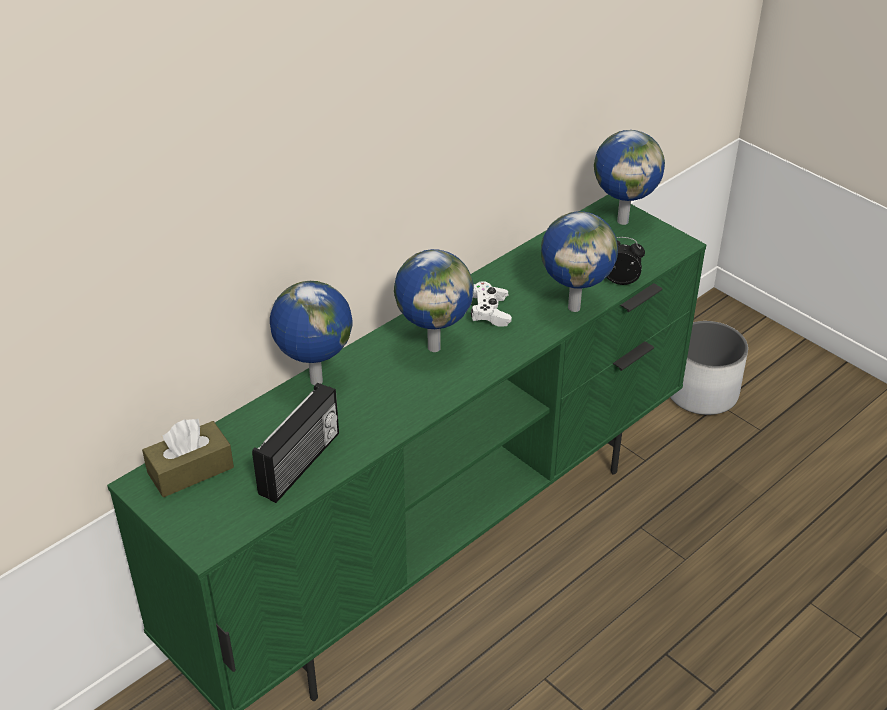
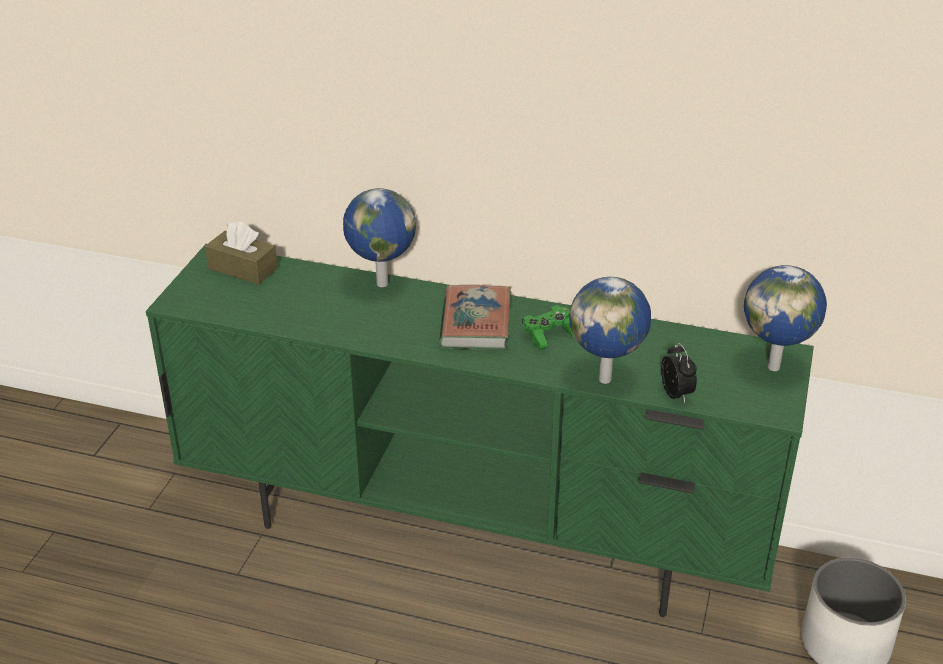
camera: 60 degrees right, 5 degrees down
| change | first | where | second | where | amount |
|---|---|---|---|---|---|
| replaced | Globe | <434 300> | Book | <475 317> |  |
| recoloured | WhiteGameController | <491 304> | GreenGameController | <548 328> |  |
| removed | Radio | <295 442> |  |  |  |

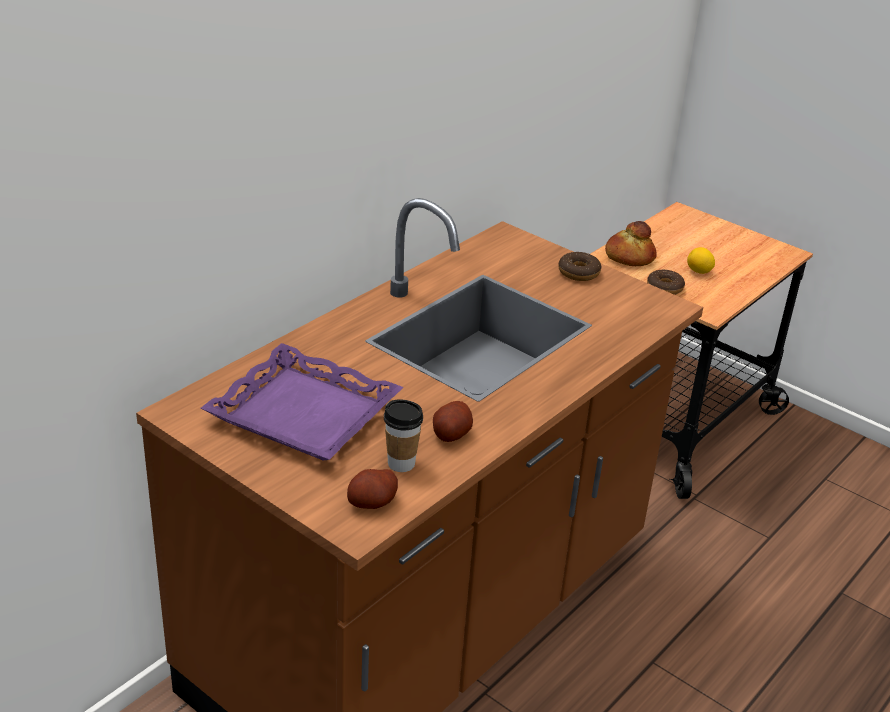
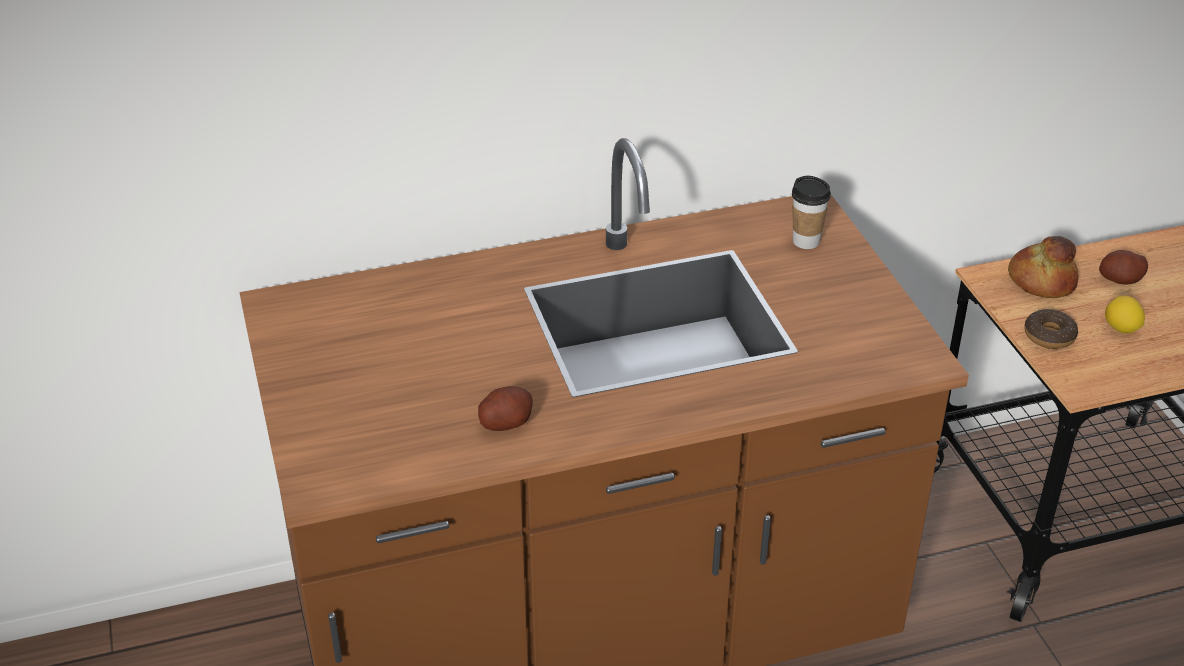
camera: 35 degrees right, 5 degrees up
| change | first | where | second | where | amount |
|---|---|---|---|---|---|
| moved | Cup | <403 435> |  | <811 212> |  |
| moved | Potato | <372 489> |  | <1123 267> |  |
| removed | PurpleTray | <302 402> |  |  |  |
| removed | Donut | <579 266> |  |  |  |

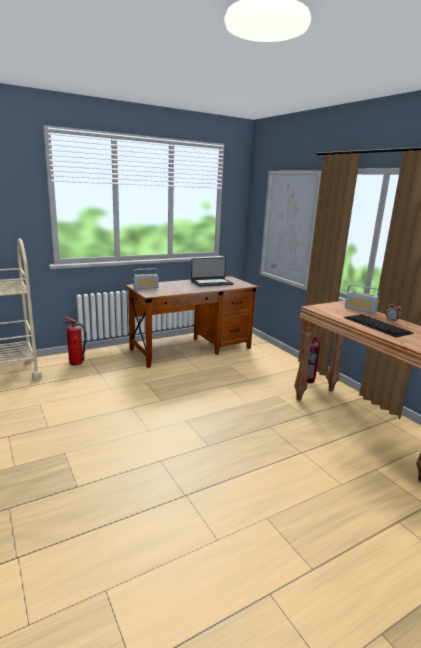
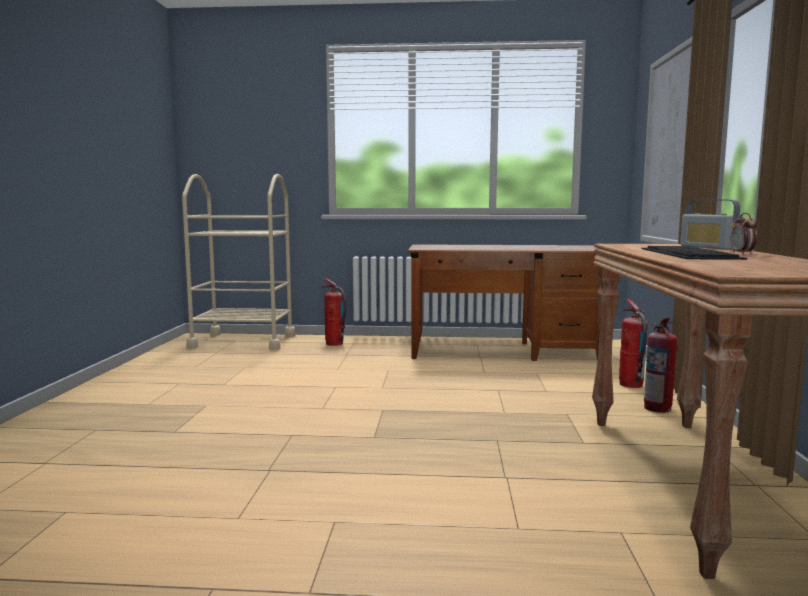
camera: 35 degrees right, 10 degrees down
| change | first | where | second | where | amount |
|---|---|---|---|---|---|
| added |  |  | FireExtinguisher | <633 343> |  |
| removed | Radio | <146 278> |  |  |  |
| removed | Laptop | <212 272> |  |  |  |

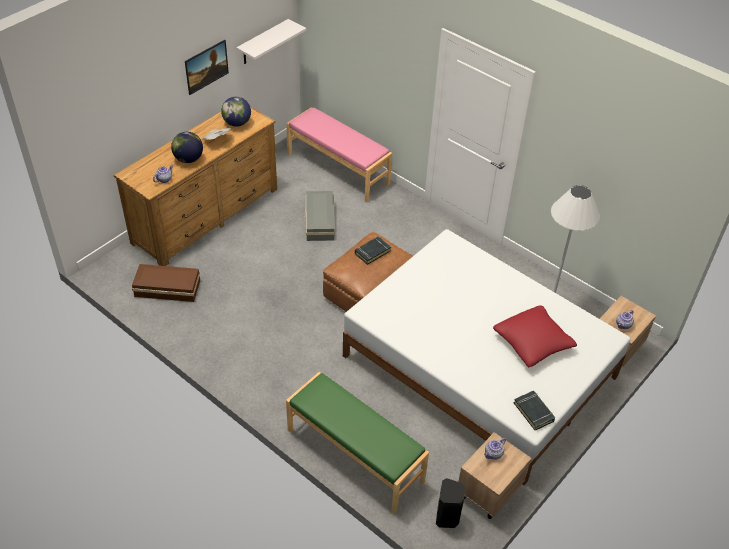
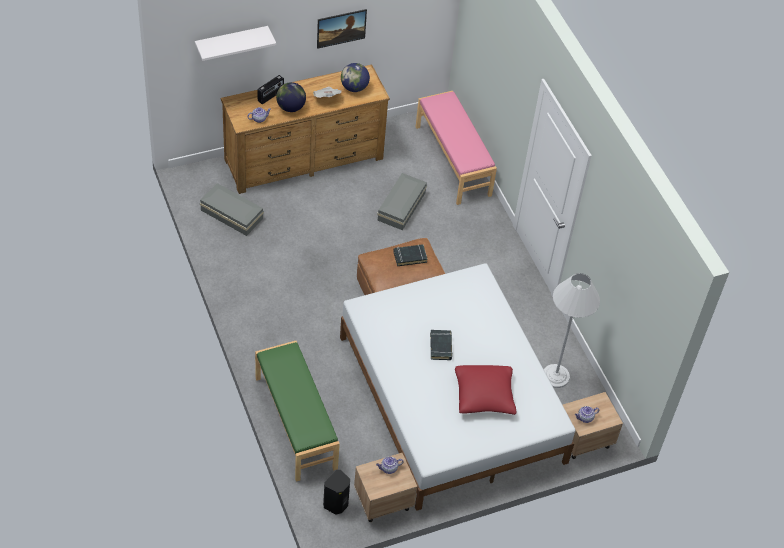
camera: 25 degrees right, 5 degrees up
| change | first | where | second | where | amount |
|---|---|---|---|---|---|
| moved | WhiteShelf | <271 41> |  | <235 43> |  |
| recoloured | BrownStorageBox | <166 283> | GreyStorageBox | <232 209> |  |
| added |  |  | Radio | <271 89> |  |
| moved | BlackBook | <534 410> |  | <441 345> |  |

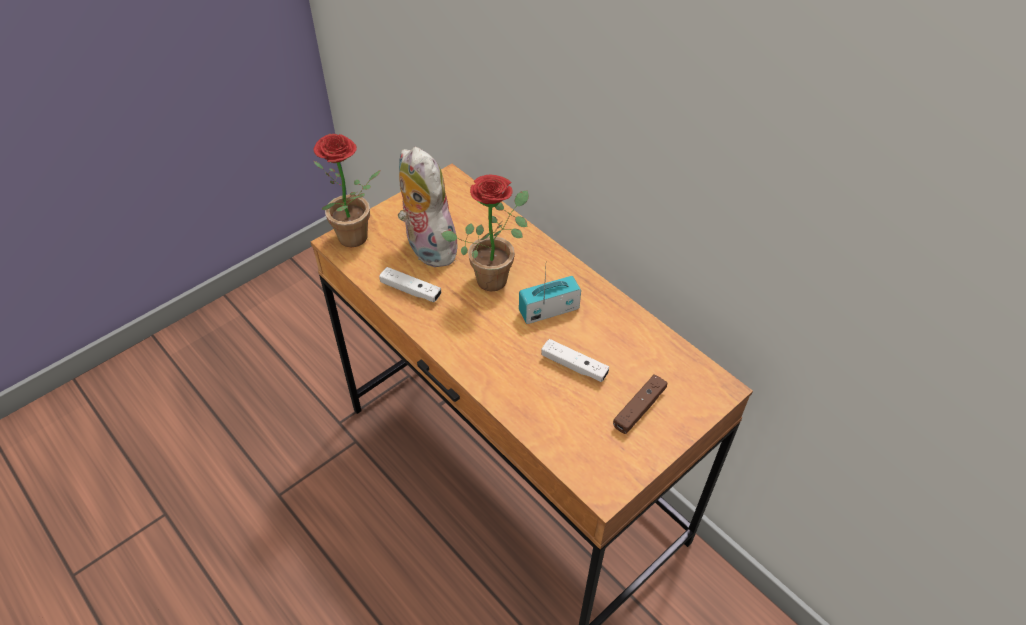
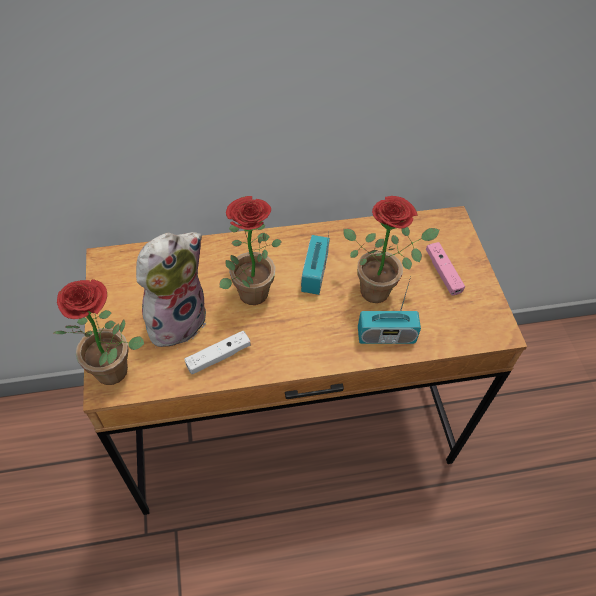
camera: 60 degrees left, 5 degrees up
| change | first | where | second | where | amount |
|---|---|---|---|---|---|
| turned | PlushToy | <427 207> |  | <171 289> | 135 degrees clockwise |
| replaced | WhiteGameController | <575 360> | PottedPlant | <391 249> |  |
| added |  |  | Radio | <389 310> |  |
| recoloured | BrownGameController | <640 404> | PinkGameController | <445 269> |  |

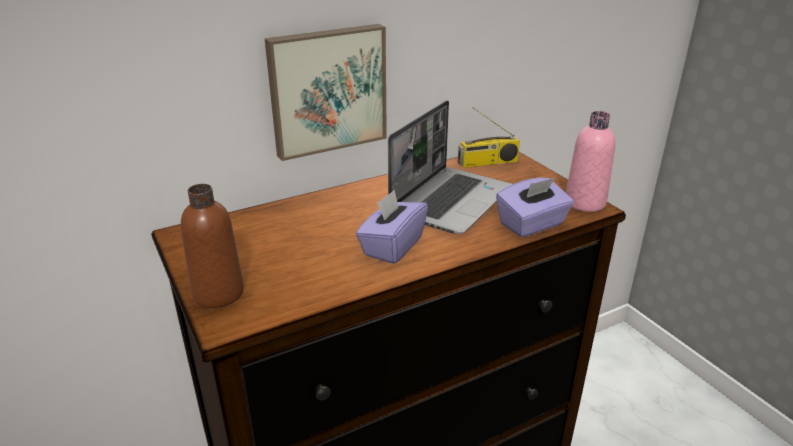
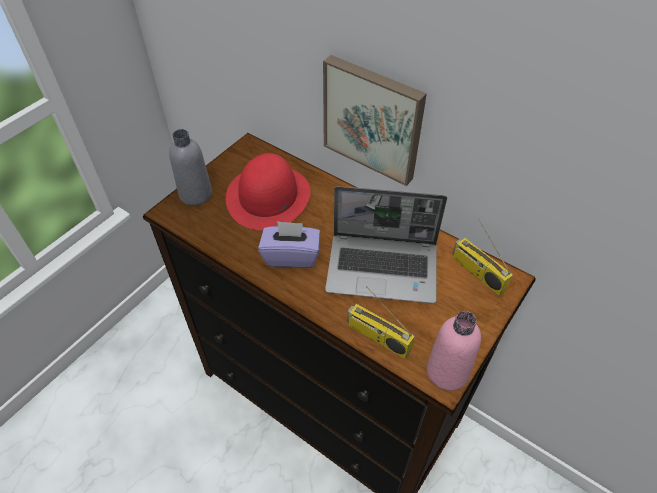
camera: 65 degrees right, 20 degrees up
| change | first | where | second | where | amount |
|---|---|---|---|---|---|
| recoloured | BrownBottle | <212 246> | GreyBottle | <190 167> |  |
| added |  |  | RedHat | <268 191> |  |
| replaced | PurpleTissueBox | <535 207> | Radio | <381 322> |  |

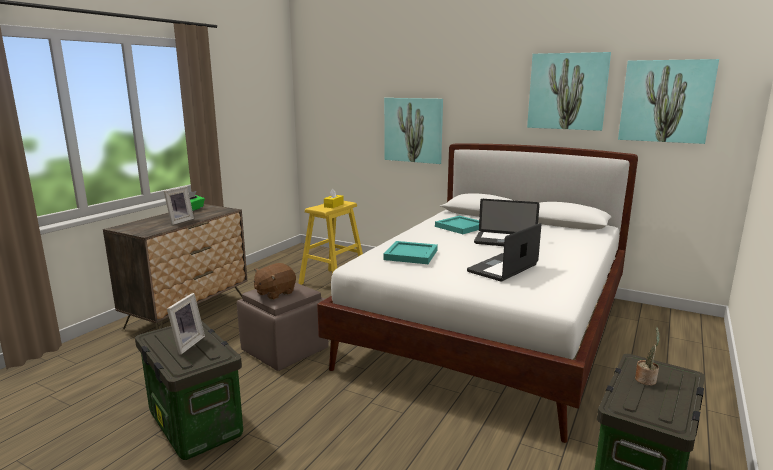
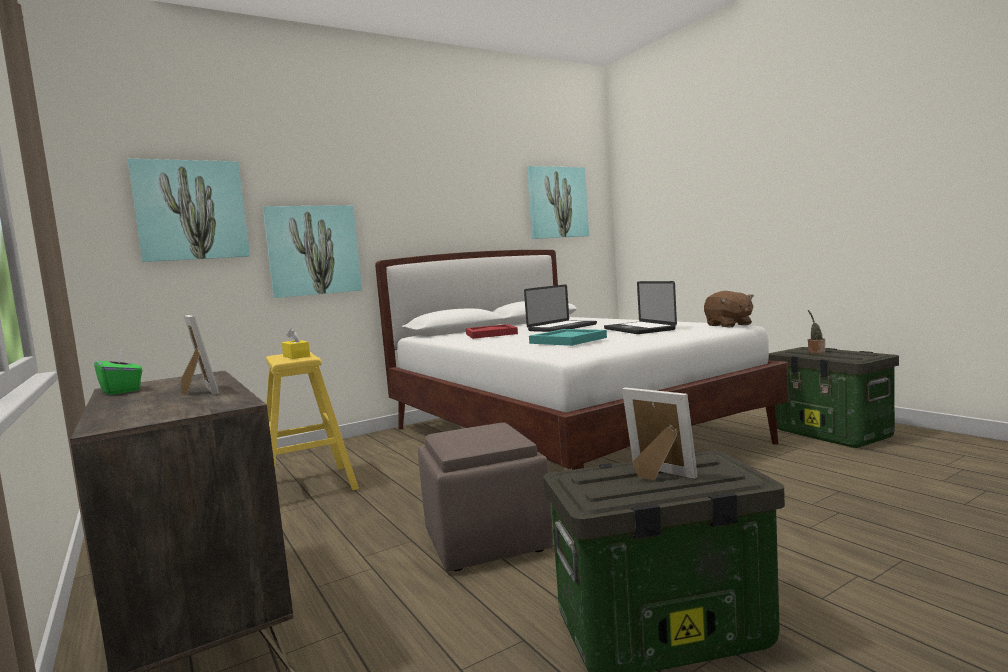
camera: 60 degrees left, 10 degrees down
| change | first | where | second | where | amount |
|---|---|---|---|---|---|
| moved | Picture | <569 91> |  | <188 210> |  |
| recoloured | TurquoiseTray | <457 225> | RedTray | <492 331> |  |
| moved | BrownPlushToy | <275 281> |  | <729 309> |  |

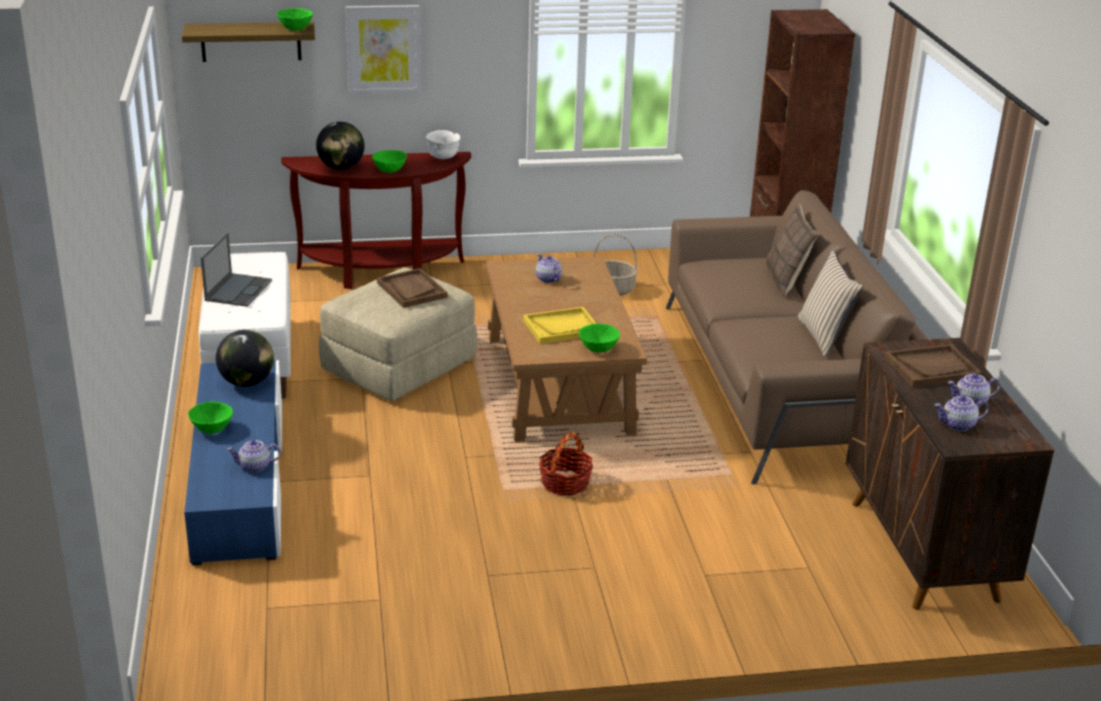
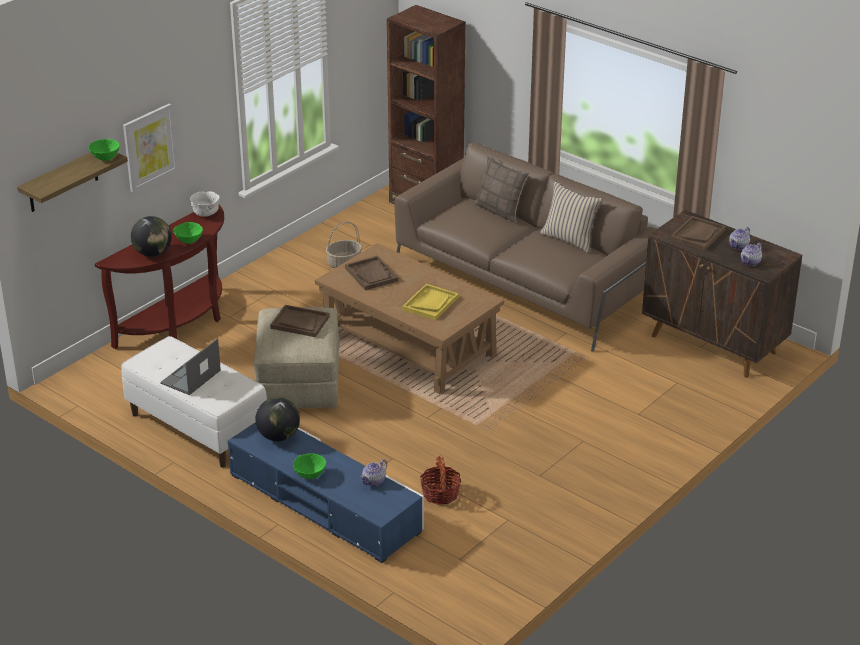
camera: 40 degrees left, 5 degrees up
| change | first | where | second | where | amount |
|---|---|---|---|---|---|
| turned | Laptop | <236 270> |  | <190 367> | 120 degrees counterclockwise |
| replaced | Teapot | <549 268> | BrownTray | <371 273> |  |
| moved | Basket | <566 463> |  | <440 480> |  |
| removed | GreenBowl | <599 338> |  |  |  |

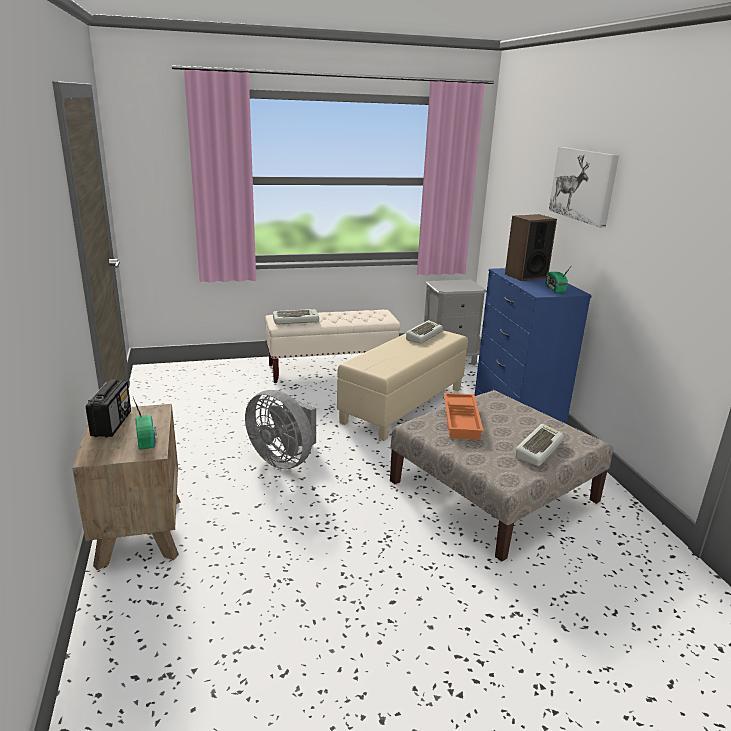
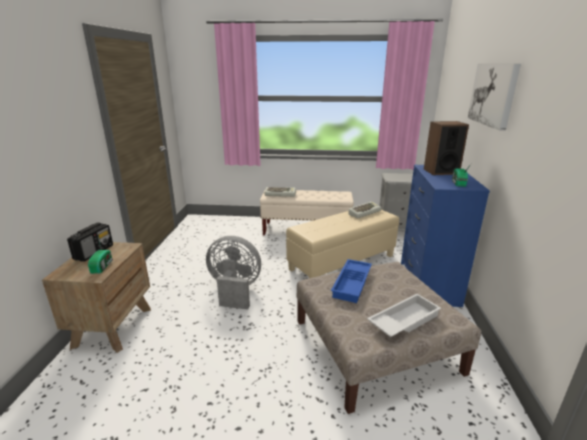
camera: 20 degrees right, 0 degrees up
| change | first | where | second | where | amount |
|---|---|---|---|---|---|
| turned | GreyFan | <280 429> |  | <233 273> | 135 degrees clockwise |
| recoloured | OrangeTray | <463 416> | BlueTray | <351 281> |  |
| replaced | Keyboard | <539 445> | WhiteTray | <404 315> |  |

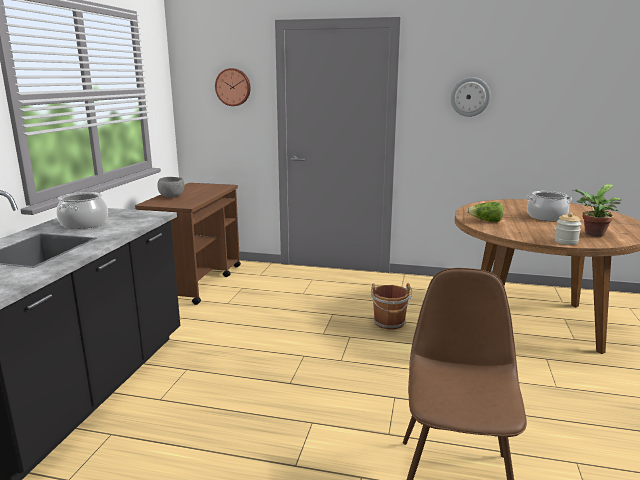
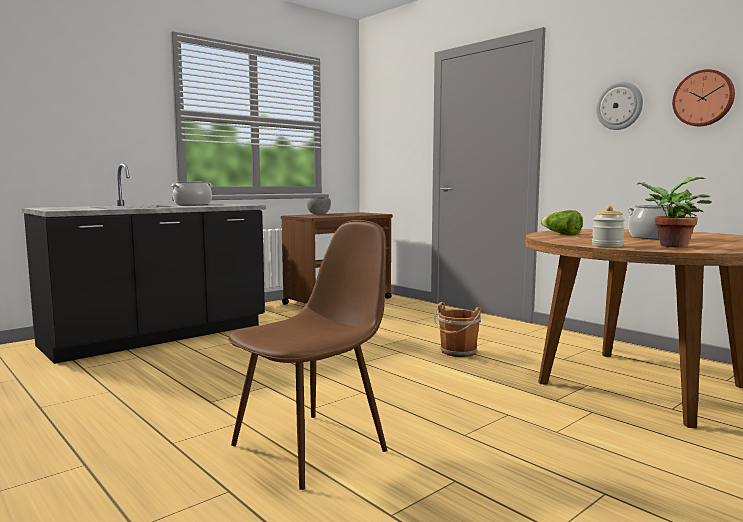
camera: 35 degrees right, 10 degrees down
| change | first | where | second | where | amount |
|---|---|---|---|---|---|
| moved | WallClock | <233 87> |  | <703 97> |  |

